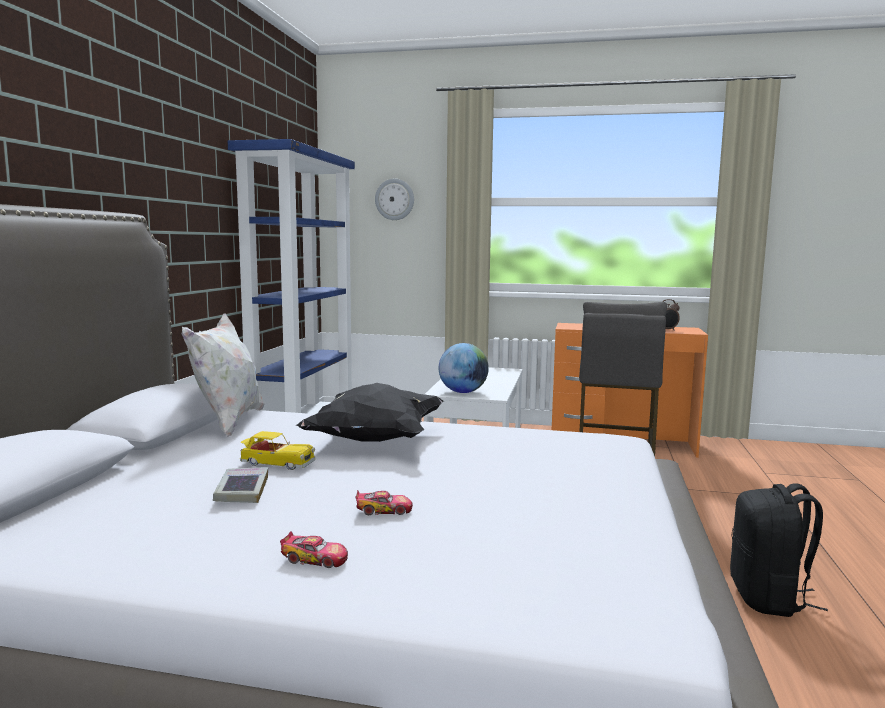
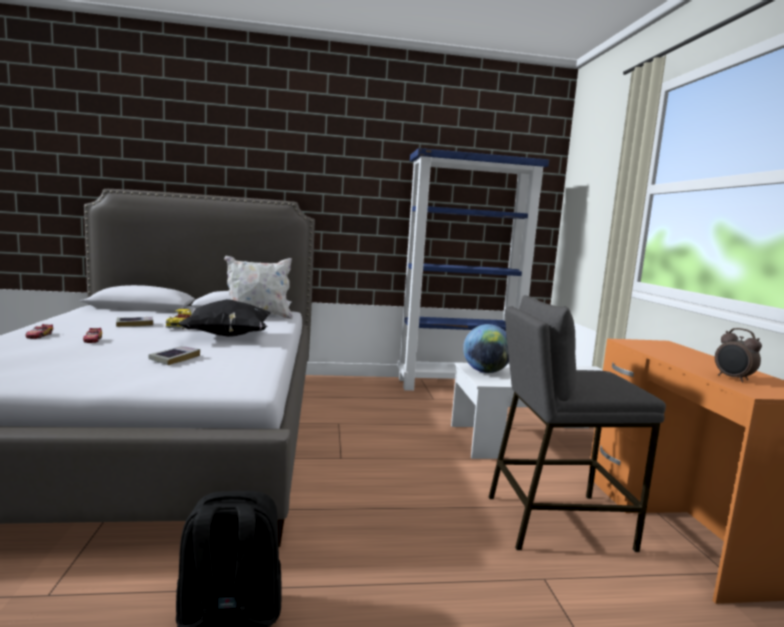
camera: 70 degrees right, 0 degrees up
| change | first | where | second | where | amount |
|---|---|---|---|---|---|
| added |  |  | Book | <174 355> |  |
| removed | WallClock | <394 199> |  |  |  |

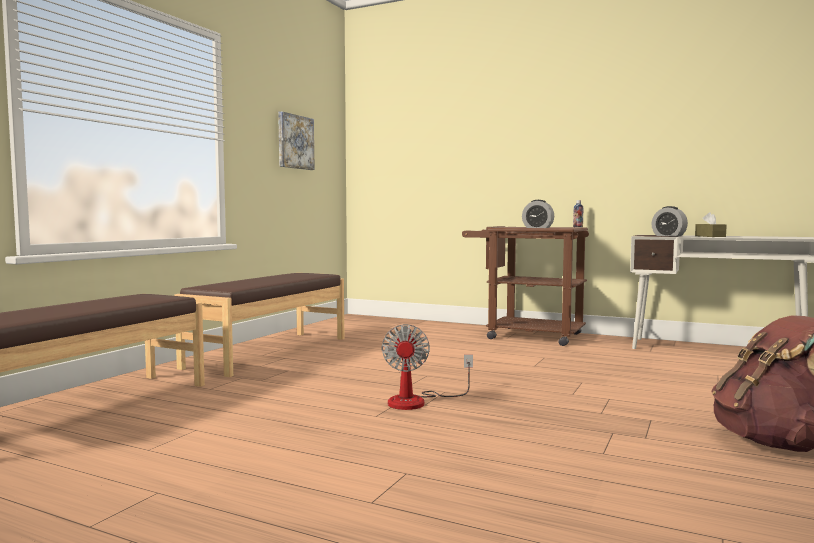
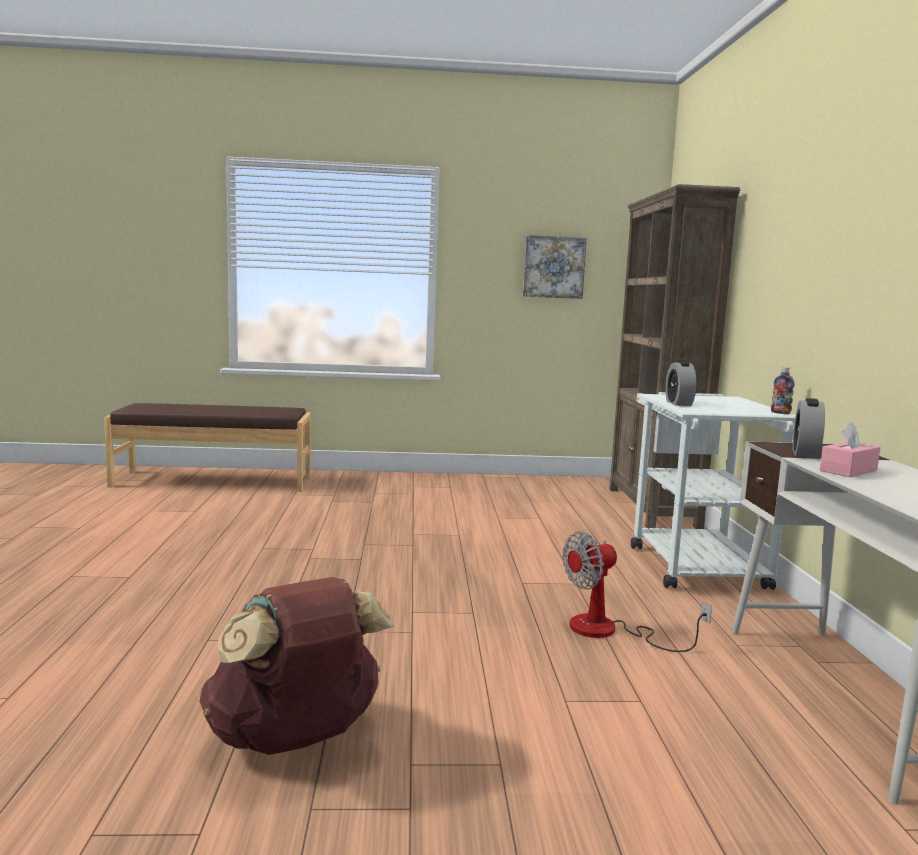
camera: 60 degrees right, 5 degrees up
| change | first | where | second | where | amount |
|---|---|---|---|---|---|
| moved | Fan | <427 367> |  | <637 591> |  |
| added |  |  | BrownBookcase | <674 356> |  |
| recoloured | BrownCart | <525 286> | WhiteCart | <713 491> |  |
| recoloured | BrownTissueBox | <711 224> | PinkTissueBox | <850 449> |  |
| removed | BrownBench | <259 325> |  |  |  |

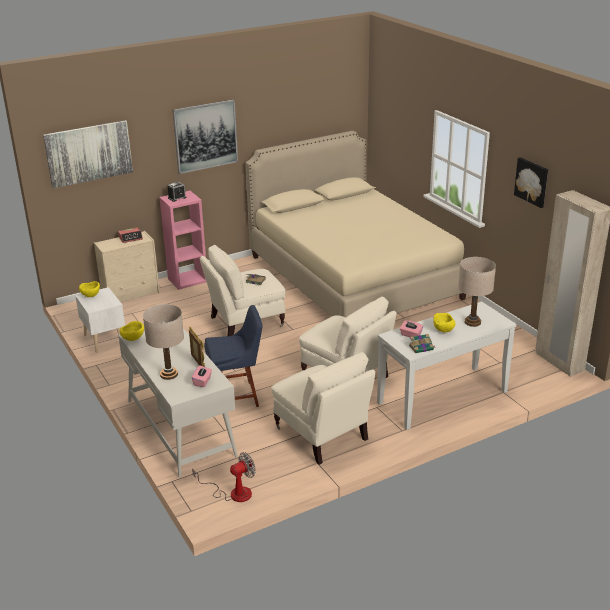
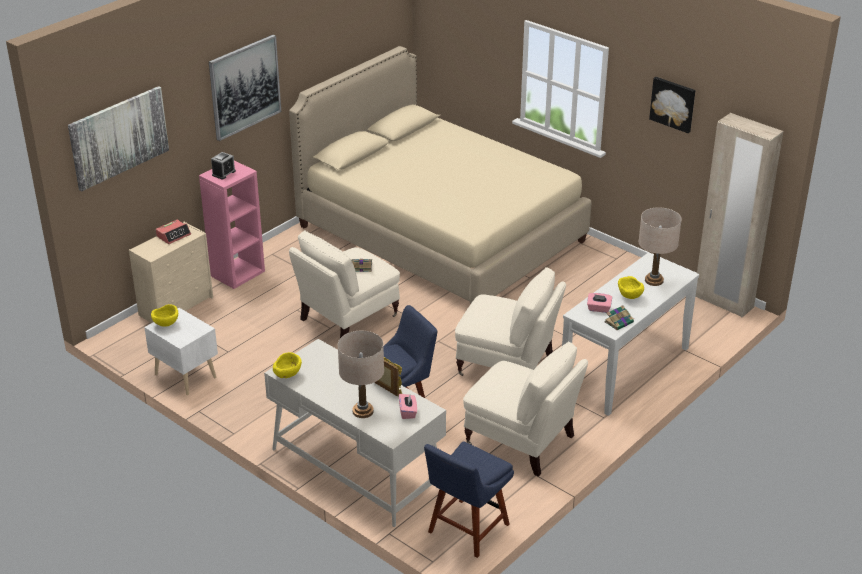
camera: 20 degrees left, 5 degrees up
| change | first | where | second | where | amount |
|---|---|---|---|---|---|
| replaced | Fan | <224 477> | BlueChair | <469 499> |  |

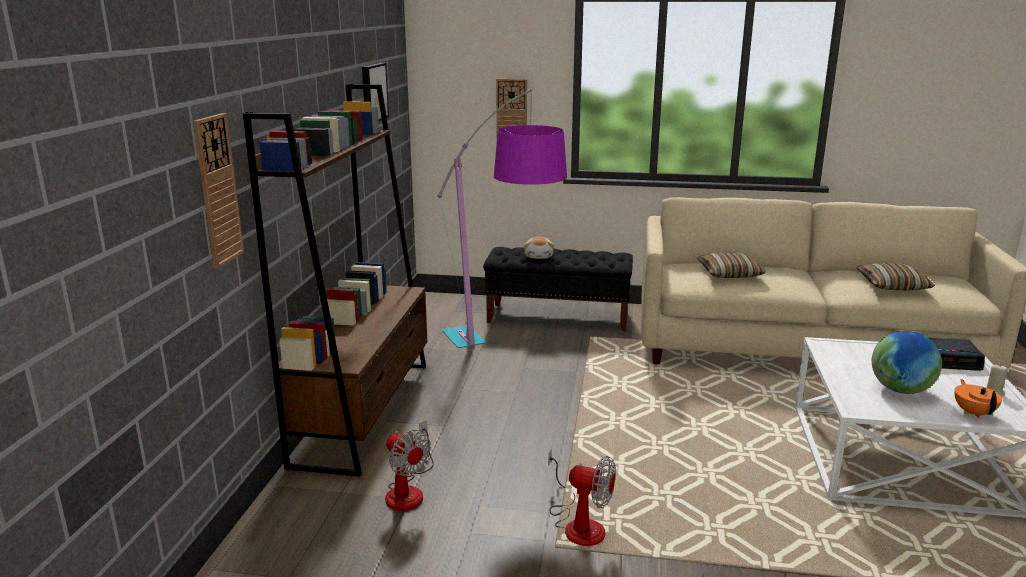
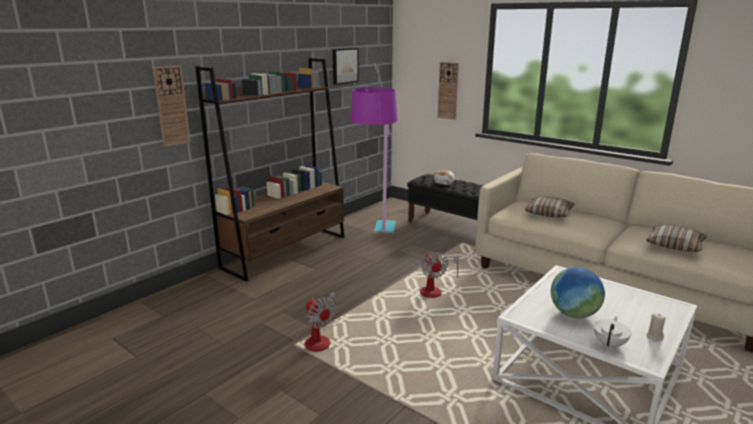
camera: 30 degrees right, 0 degrees up
| change | first | where | second | where | amount |
|---|---|---|---|---|---|
| moved | Fan | <409 465> |  | <439 275> |  |
| recoloured | OrangeTeapot | <978 398> | WhiteTeapot | <612 332> |  |
| removed | AlarmClock | <957 354> |  |  |  |

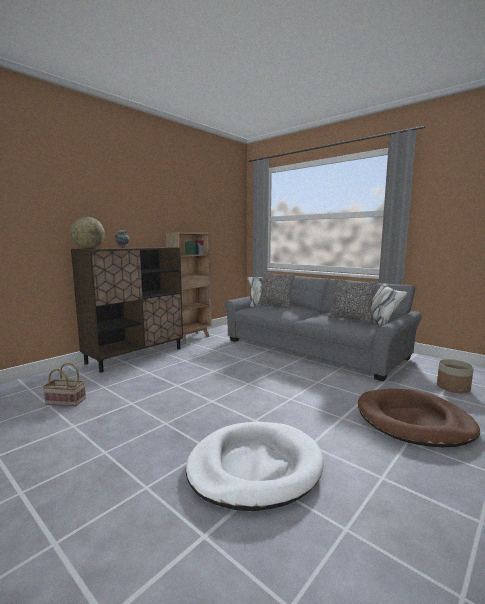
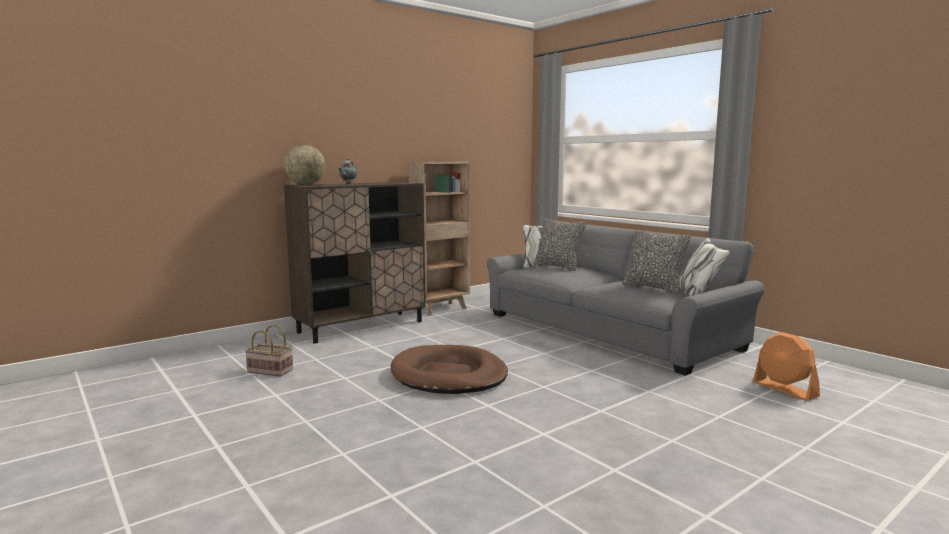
camera: 10 degrees right, 0 degrees up
| change | first | where | second | where | amount |
|---|---|---|---|---|---|
| moved | BrownDogBed | <419 418> |  | <449 369> |  |
| replaced | Planter | <455 376> | OrangeFan | <786 366> |  |
| removed | WhiteDogBed | <255 466> |  |  |  |

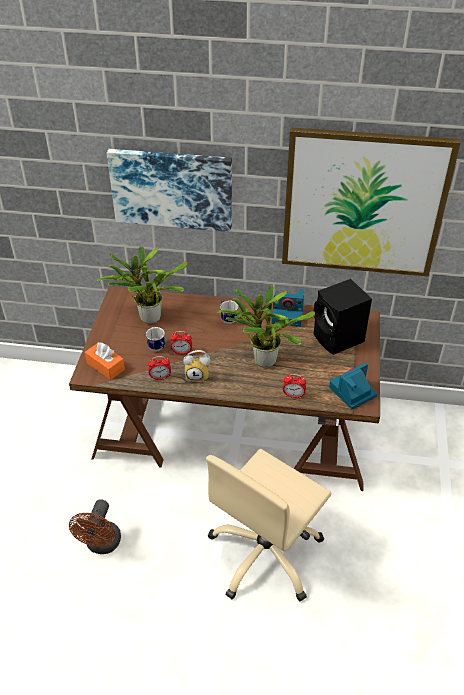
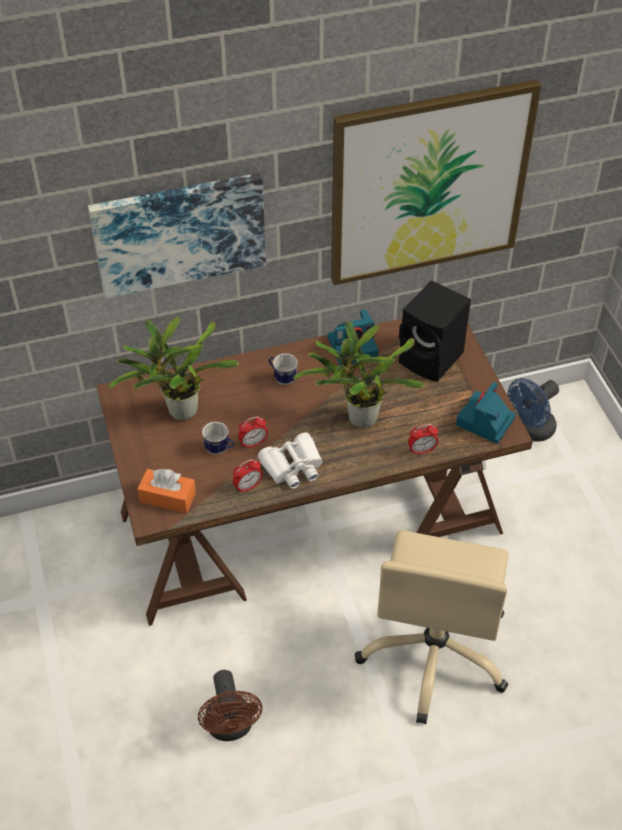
camera: 25 degrees left, 5 degrees up
| change | first | where | second | where | amount |
|---|---|---|---|---|---|
| replaced | AlarmClock | <197 366> | WhiteBinoculars | <290 460> |  |
| added |  |  | BlueFan | <533 410> |  |

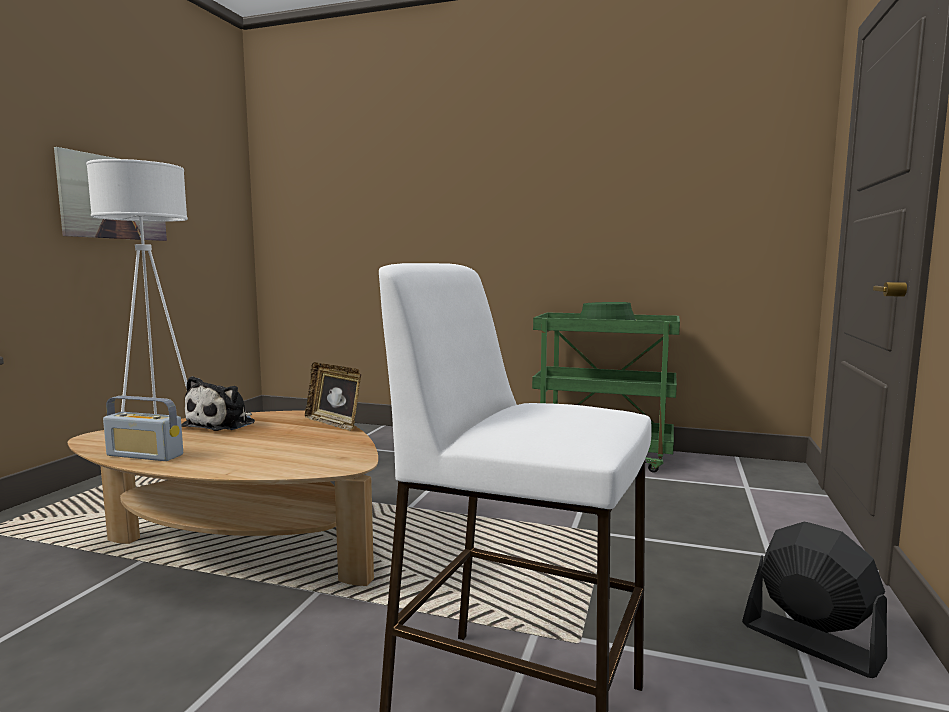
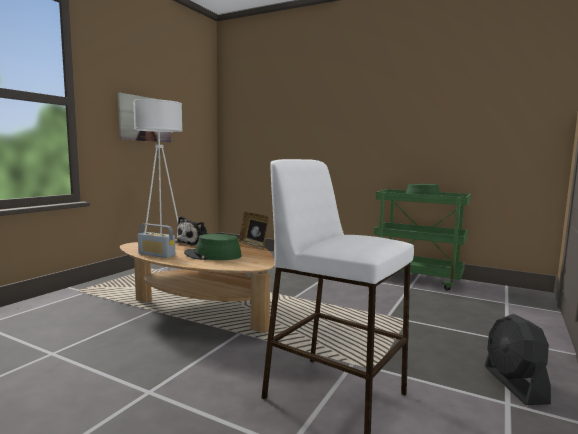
camera: 10 degrees right, 0 degrees up
| change | first | where | second | where | amount |
|---|---|---|---|---|---|
| added |  |  | GreenHat | <213 247> |  |
| turned | BlackFan | <814 600> |  | <518 359> | 150 degrees counterclockwise |

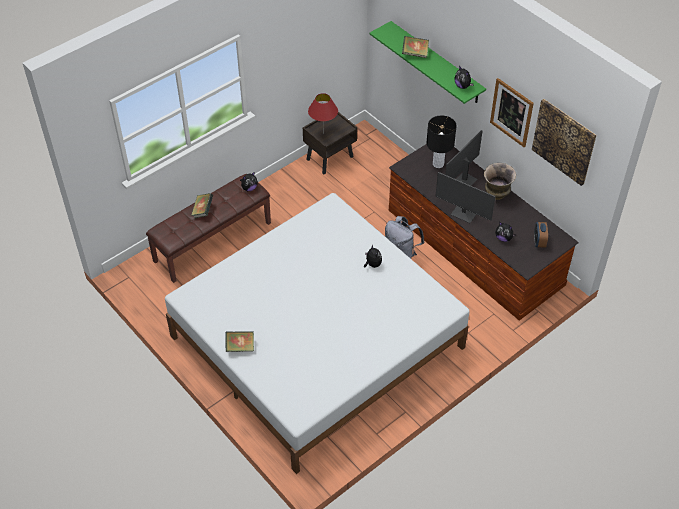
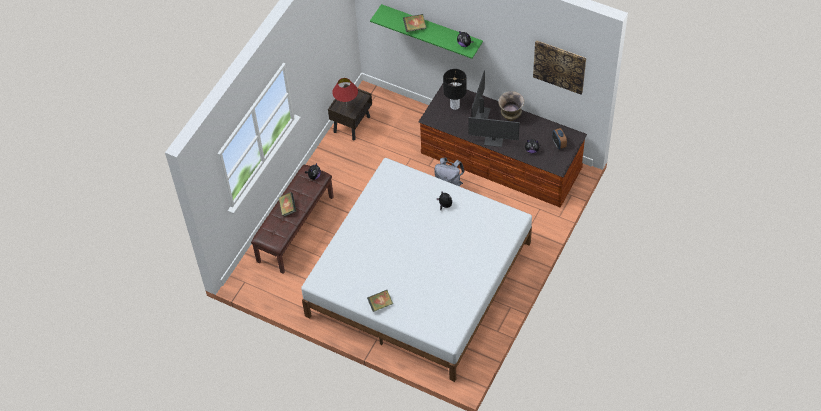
camera: 20 degrees left, 5 degrees up
| change | first | where | second | where | amount |
|---|---|---|---|---|---|
| removed | Picture | <512 112> |  |  |  |

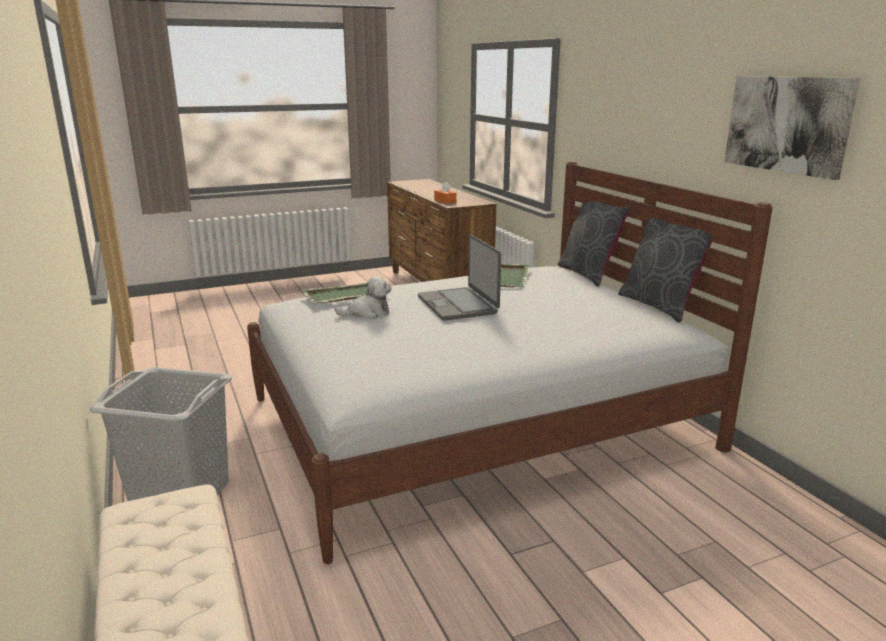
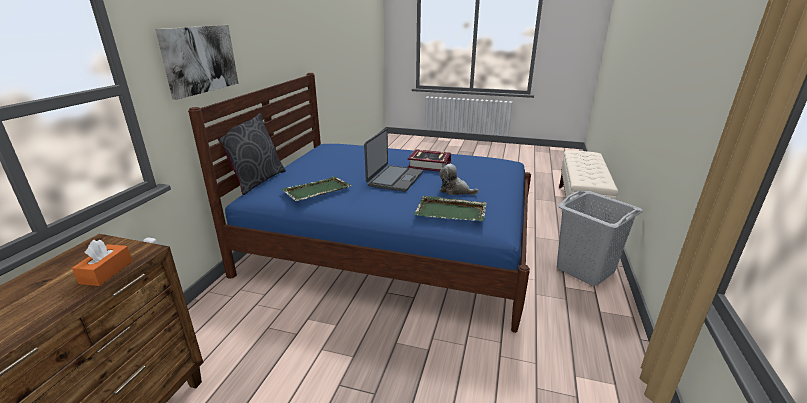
camera: 140 degrees left, 5 degrees up
| change | first | where | second | where | amount |
|---|---|---|---|---|---|
| moved | Picture | <792 128> |  | <196 62> |  |
| recoloured | WhiteBed | <510 362> | BlueBed | <359 203> |  |
| added |  |  | Book | <429 160> |  |
| removed | GreyPillow | <665 270> |  |  |  |

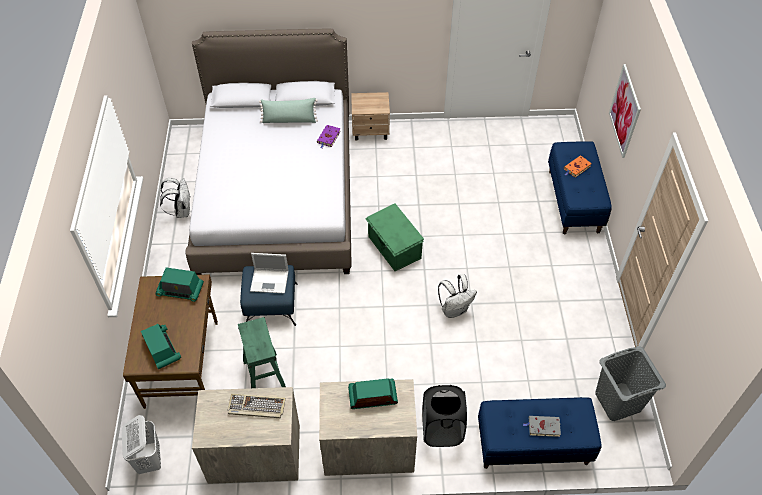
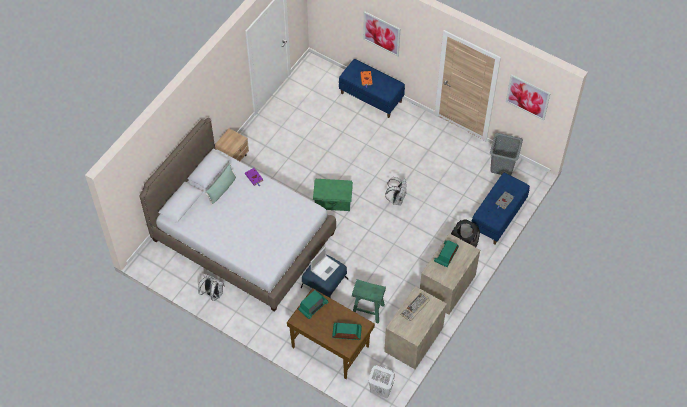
camera: 55 degrees left, 5 degrees up
| change | first | where | second | where | amount |
|---|---|---|---|---|---|
| added |  |  | Picture | <528 97> |  |

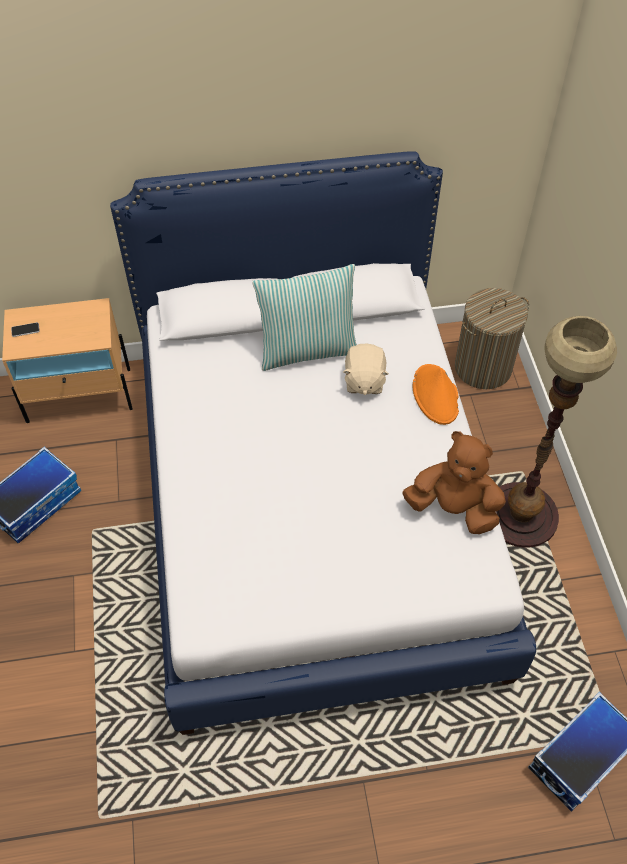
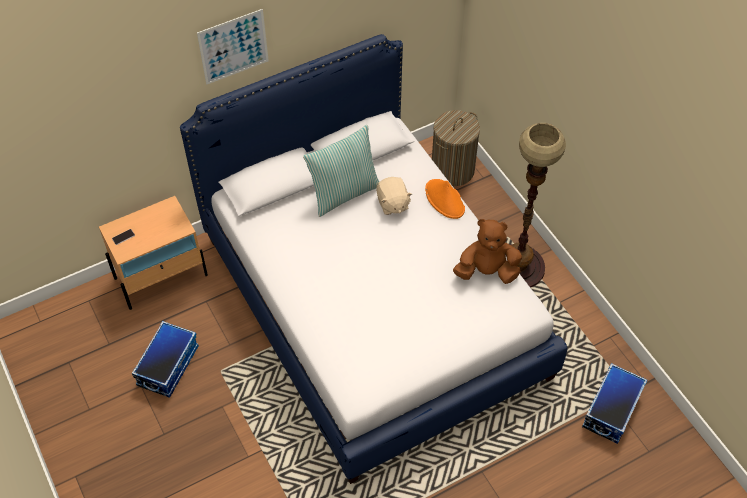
camera: 20 degrees left, 0 degrees up
| change | first | where | second | where | amount |
|---|---|---|---|---|---|
| added |  |  | Picture | <233 47> |  |

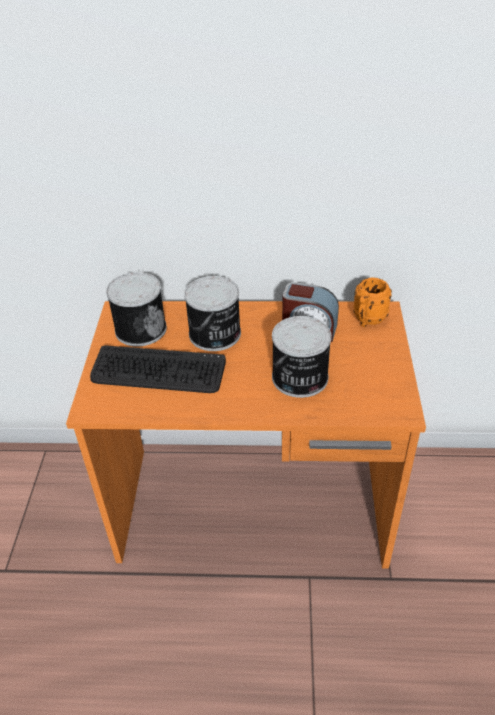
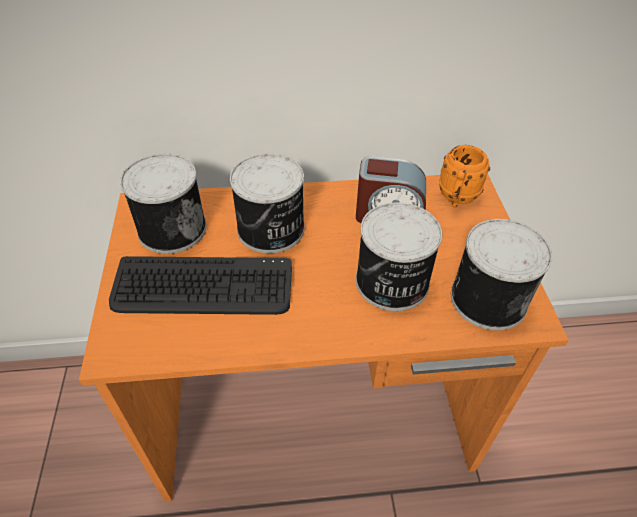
camera: 10 degrees left, 5 degrees up
| change | first | where | second | where | amount |
|---|---|---|---|---|---|
| added |  |  | Can | <501 274> |  |

